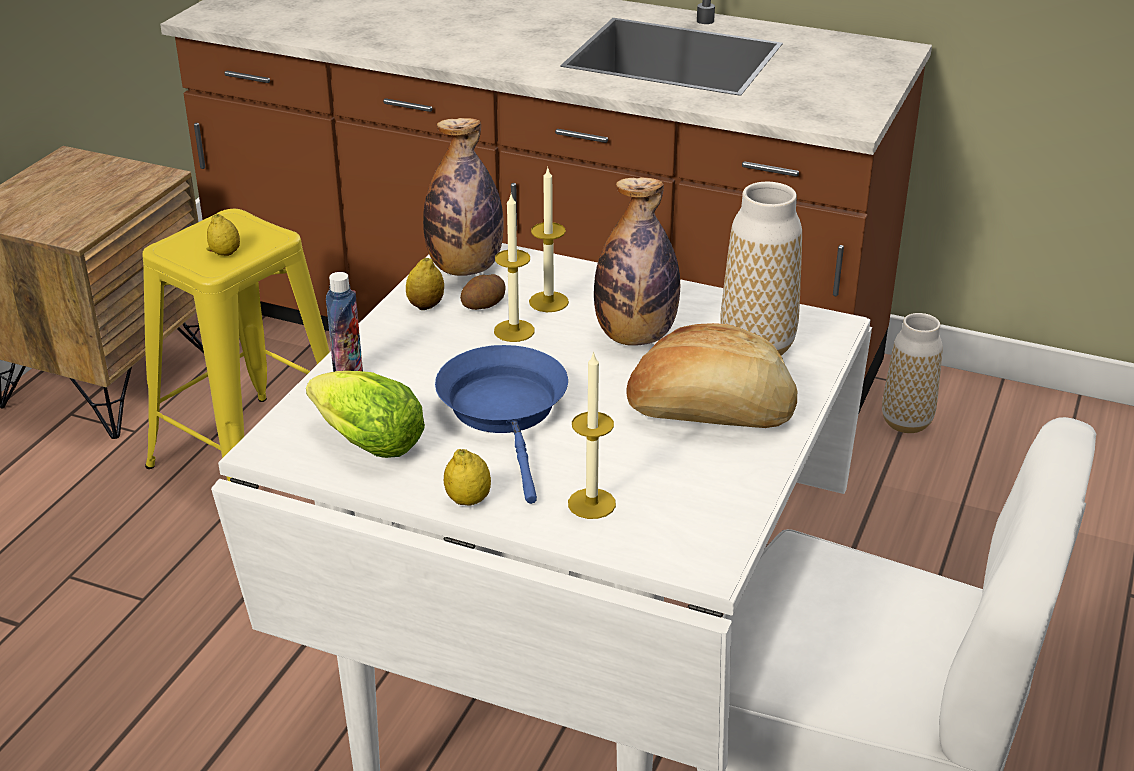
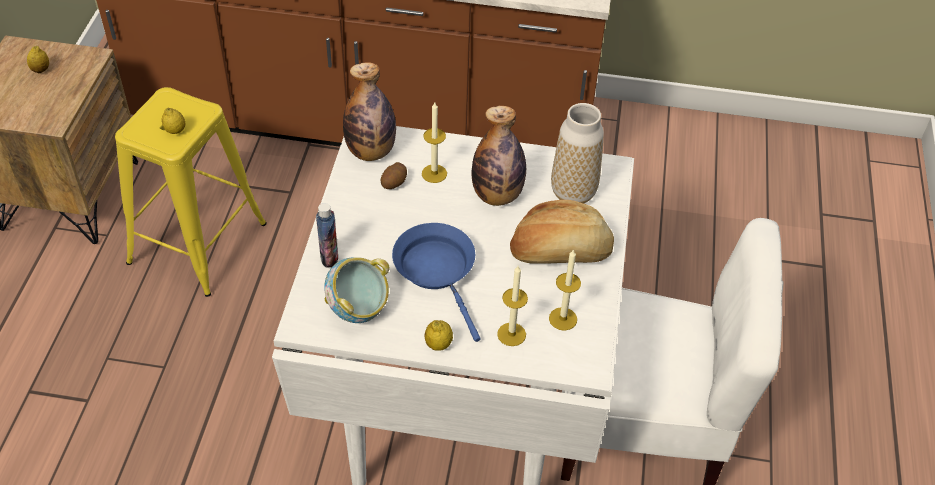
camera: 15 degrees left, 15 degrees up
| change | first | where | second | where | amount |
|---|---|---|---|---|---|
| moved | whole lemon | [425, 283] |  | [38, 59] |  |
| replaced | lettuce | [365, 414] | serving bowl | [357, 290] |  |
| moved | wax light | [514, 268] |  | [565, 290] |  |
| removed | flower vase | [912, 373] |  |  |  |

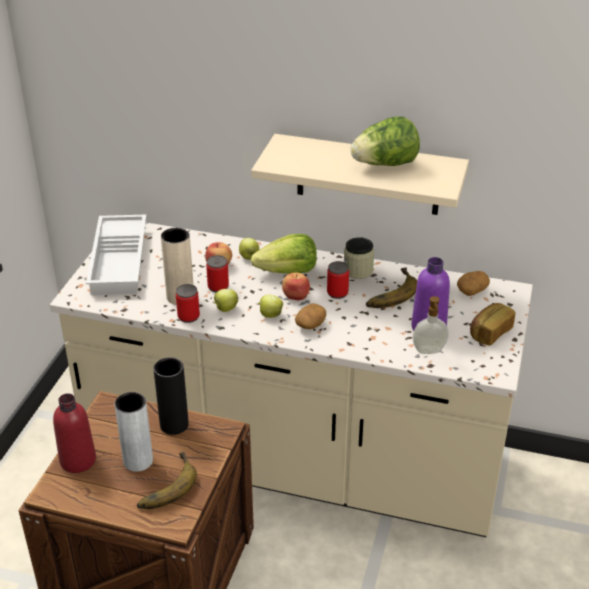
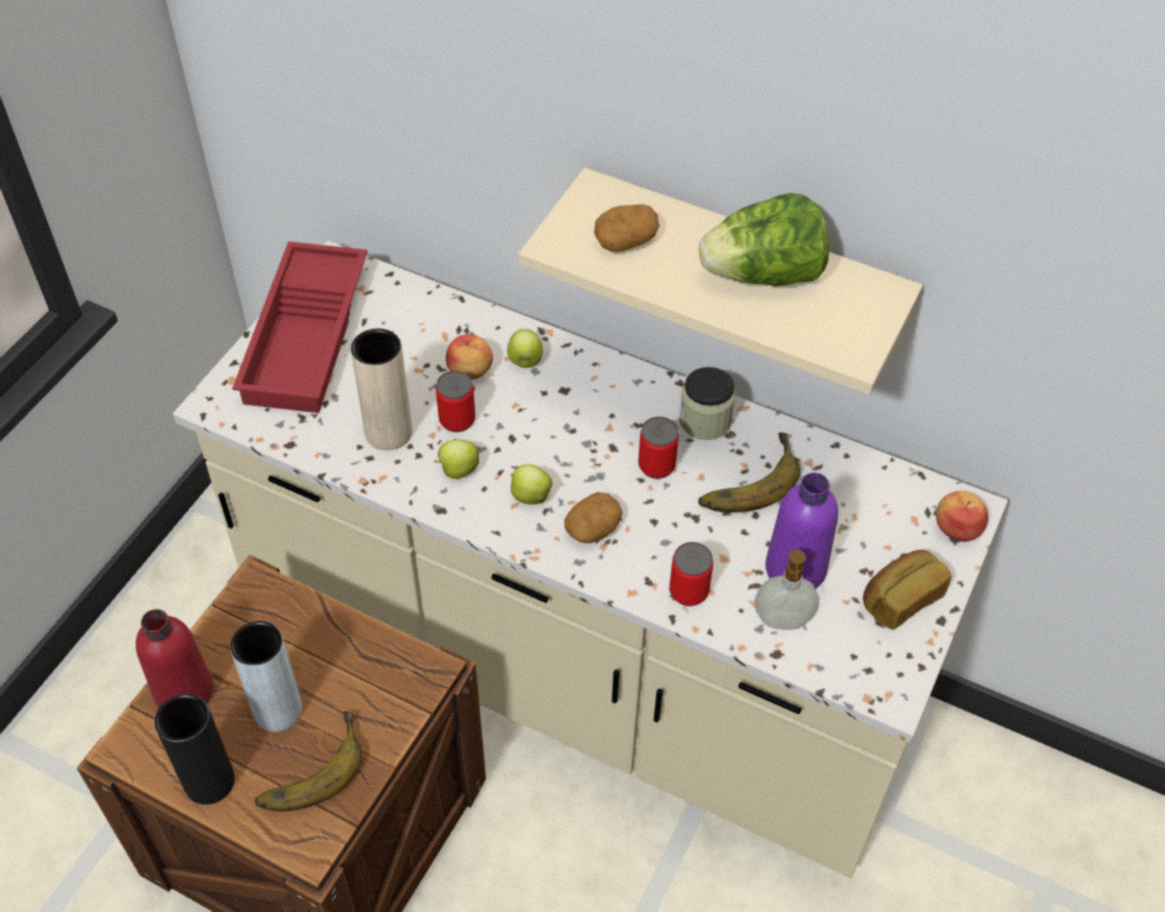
camera: 10 degrees right, 15 degrees up
| change | first | where | second | where | amount |
|---|---|---|---|---|---|
| moved | black flower vase | [171, 396] |  | [194, 749] |  |
| recoloured | white tray | [116, 255] | red-coloured tray | [300, 327] |  |
| moved | spud | [473, 283] |  | [626, 228] |  |
| moved | can | [188, 303] |  | [691, 574] |  |
| moved | apple fruit | [296, 286] |  | [962, 516] |  |
| removed | lettuce | [284, 254] |  |  |  |

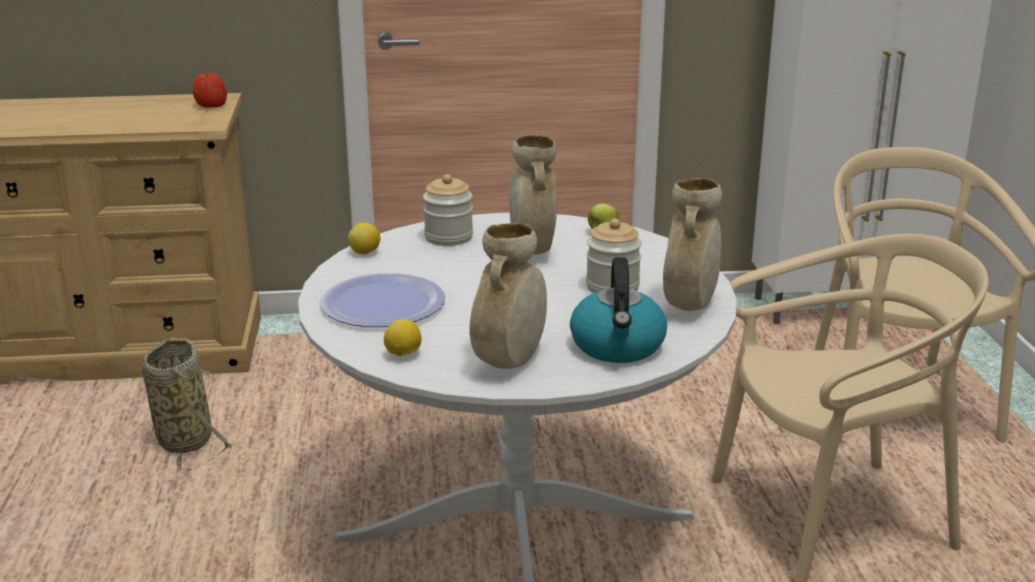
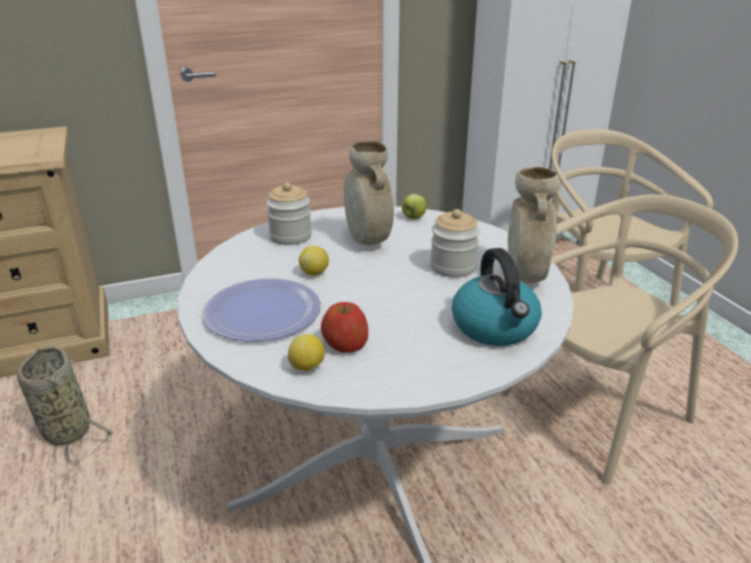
camera: 15 degrees left, 5 degrees up
| change | first | where | second | where | amount |
|---|---|---|---|---|---|
| moved | whole lemon | [364, 238] |  | [314, 261] |  |
| moved | apple fruit | [210, 90] |  | [344, 327] |  |
| removed | sand-coloured flower vase | [508, 296] |  |  |  |

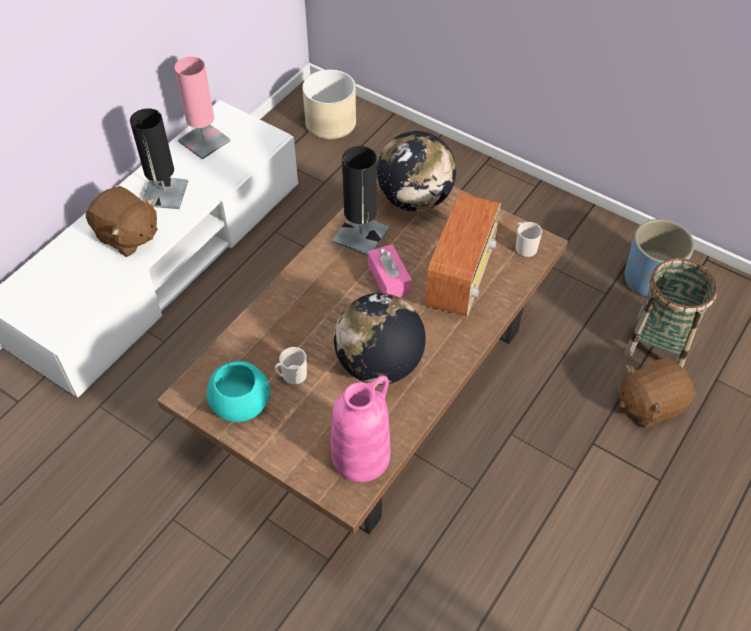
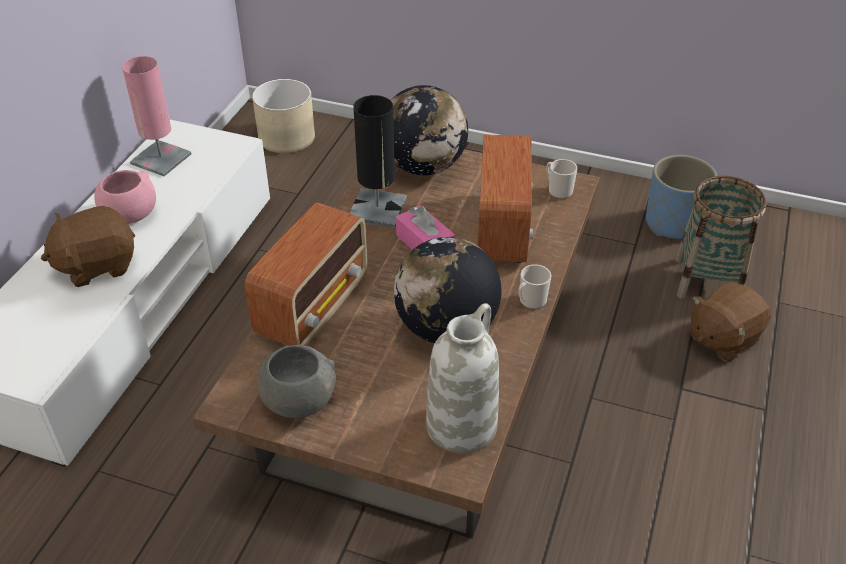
camera: 15 degrees left, 10 degrees down
| change | first | where | second | where | amount |
|---|---|---|---|---|---|
| turned | brown-coloured plush toy | [122, 221] |  | [88, 246] | 135 degrees clockwise |
| replaced | black lamp for a table | [159, 158] | pink serving bowl | [125, 197] |  |
| added |  |  | radio set | [306, 274] |  |
| recoloured | blue-green serving bowl | [238, 391] | grey serving bowl | [297, 381] |  |
| recoloured | pink flower vase | [360, 429] | white flower vase | [462, 378] |  |
| moved | mug | [291, 366] |  | [534, 286] |  |

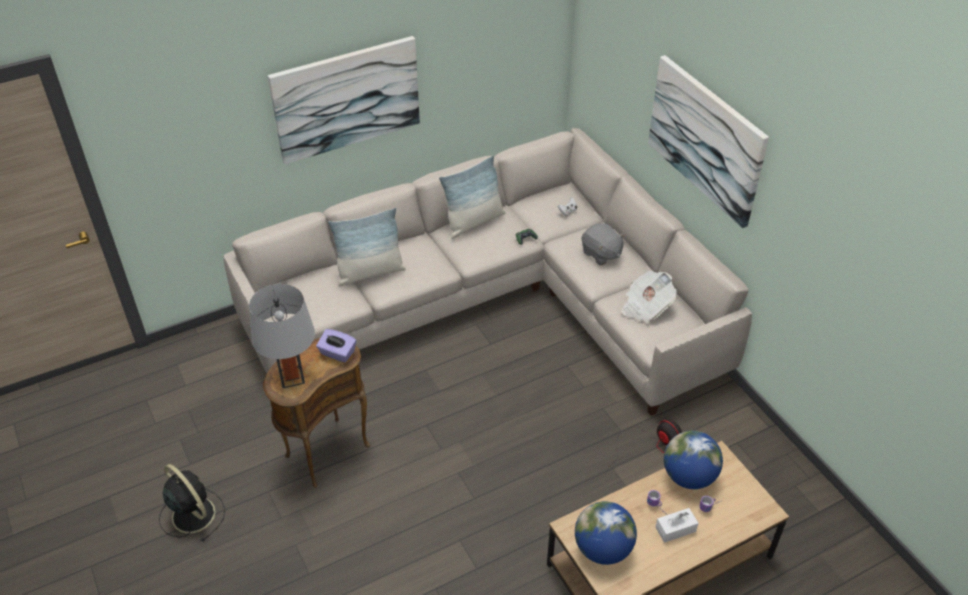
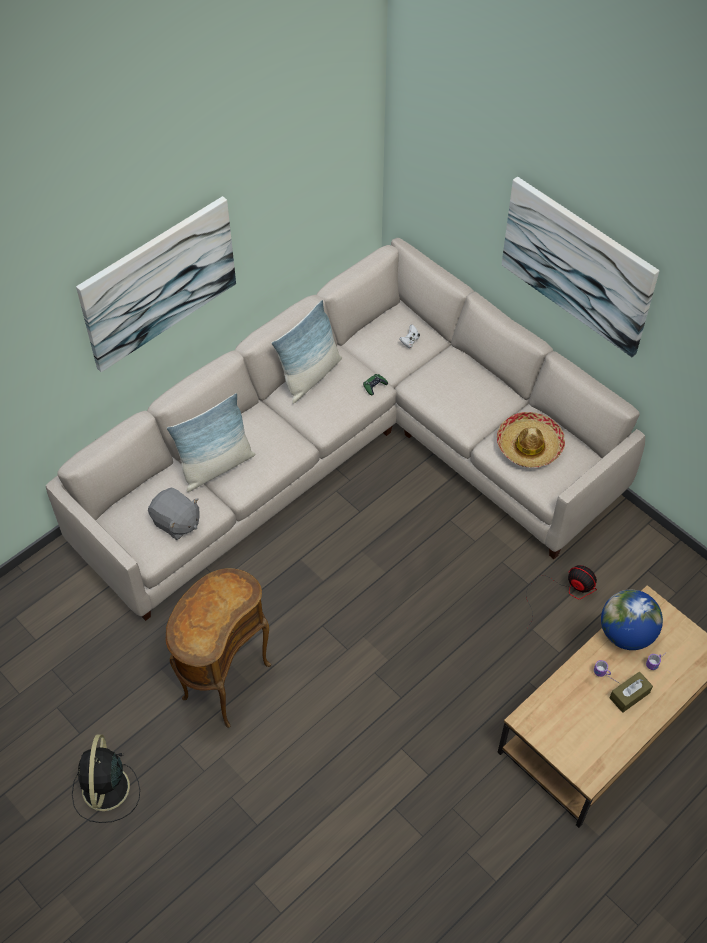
camera: 15 degrees left, 10 degrees up
| change | first | where | second | where | amount |
|---|---|---|---|---|---|
| turned | black electric fan | [192, 503] |  | [106, 778] | 120 degrees counterclockwise |
| moved | grey plush toy | [603, 244] |  | [174, 514] |  |
| replaced | daily paper | [649, 297] | hat | [531, 439] |  |
| recoloured | white box of tissues | [676, 525] | brown-coloured box of tissues | [631, 692] |  |
| removed | grey lamp for a table | [282, 336] |  |  |  |
| removed | purple box of tissues | [336, 346] |  |  |  |
| removed | world globe | [606, 533] |  |  |  |

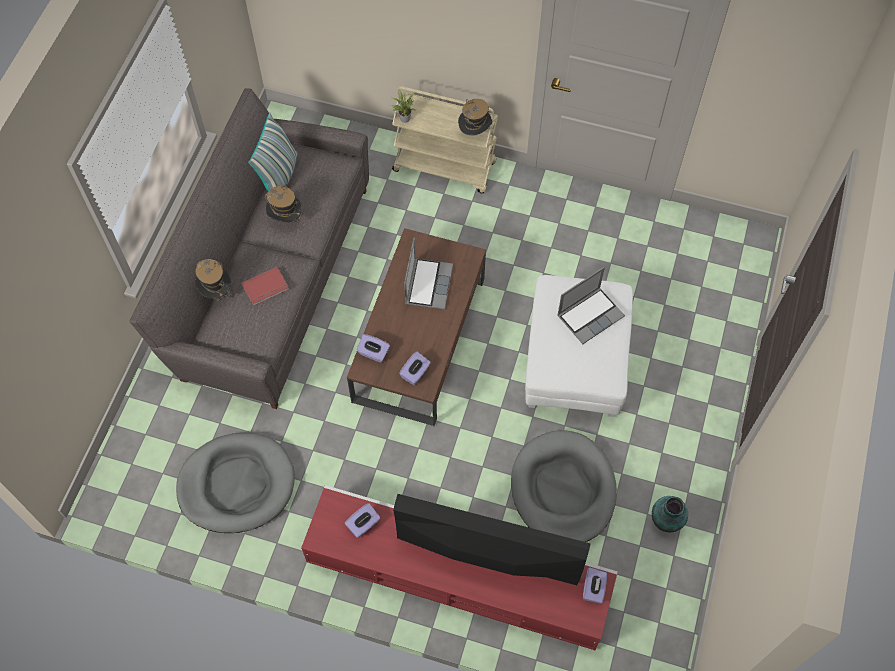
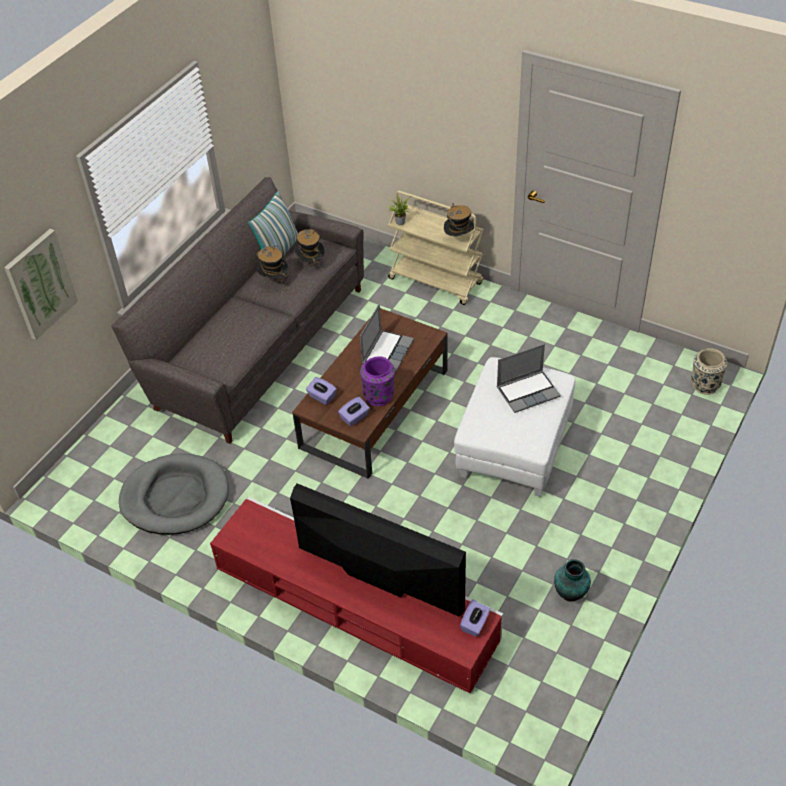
camera: 15 degrees right, 15 degrees down
| change | first | where | second | where | amount |
|---|---|---|---|---|---|
| added |  |  | picture | [41, 284] |  |
| moved | hat | [213, 280] |  | [310, 248] |  |
| added |  |  | purple flower vase | [377, 381] |  |
| added |  |  | sand-coloured flower vase | [709, 371] |  |
| removed | red-coloured bound book | [265, 286] |  |  |  |
| removed | purple box of tissues | [362, 520] |  |  |  |
| removed | grey pet bed | [564, 486] |  |  |  |

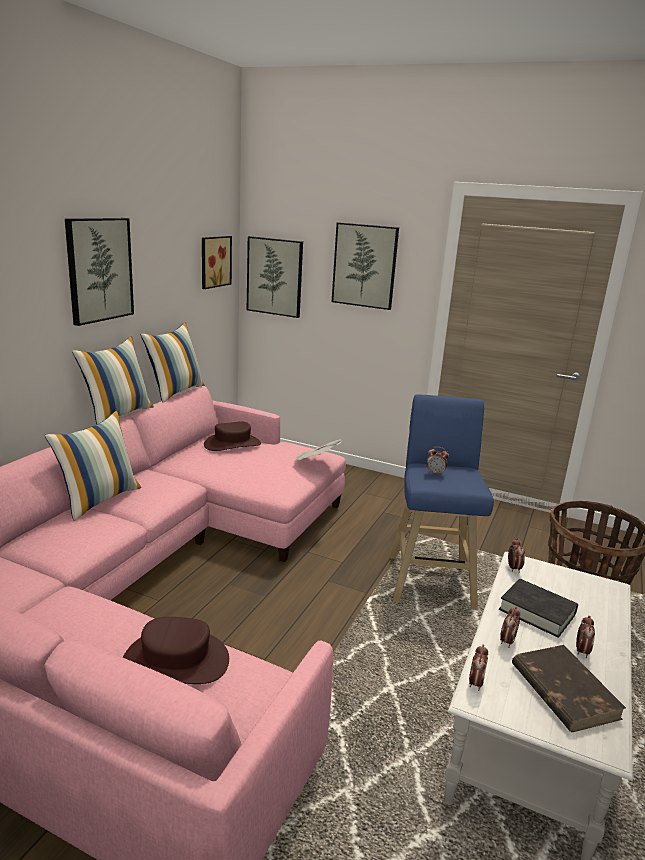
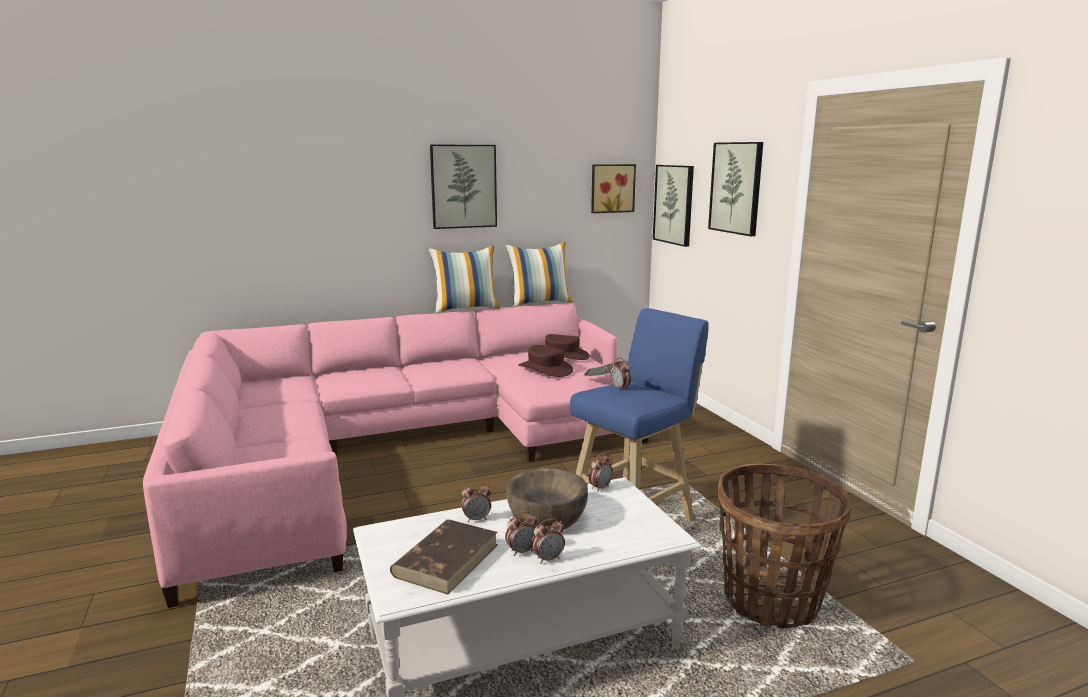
camera: 45 degrees right, 5 degrees down
| change | first | where | second | where | amount |
|---|---|---|---|---|---|
| replaced | black bound book | [538, 608] | brown-coloured serving bowl | [547, 498] |  |
| moved | brown-coloured hat | [176, 650] |  | [546, 361] |  |
| moved | table clock | [478, 668] |  | [548, 540] |  |
| removed | throw pillow | [93, 466] |  |  |  |

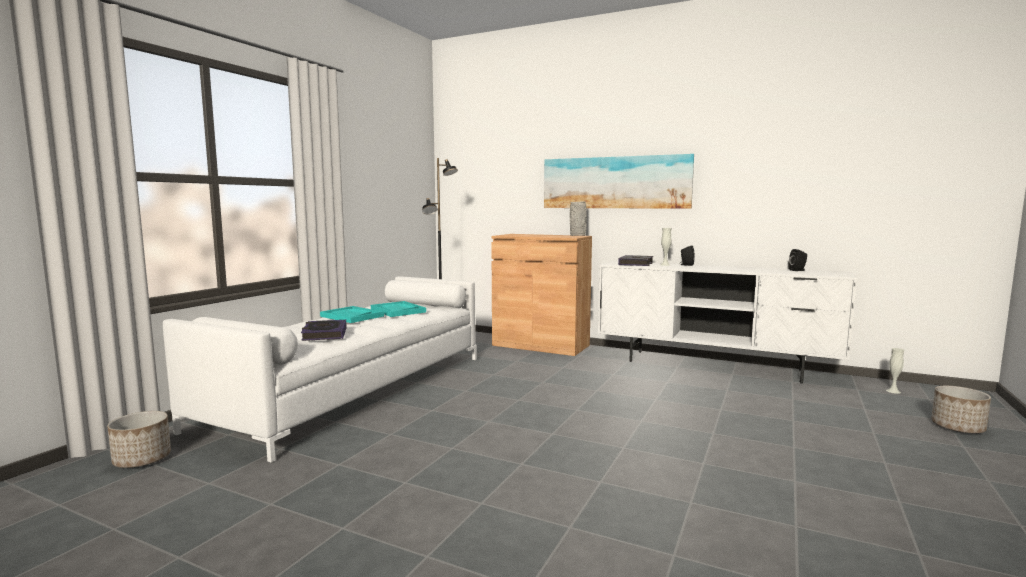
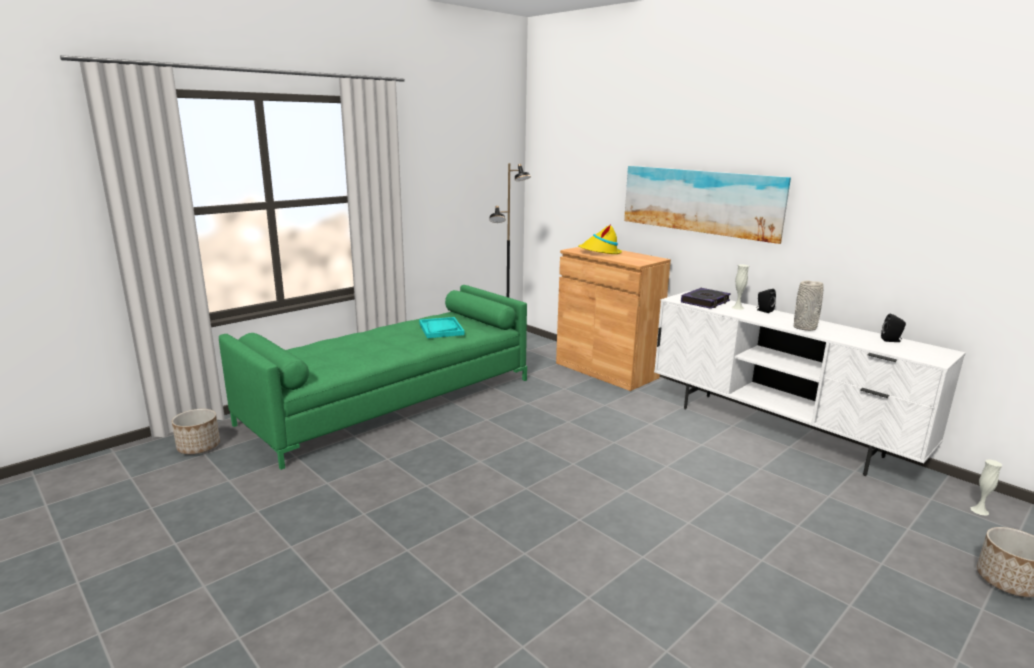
camera: 20 degrees right, 10 degrees up
| change | first | where | second | where | amount |
|---|---|---|---|---|---|
| recoloured | white sofa | [320, 369] | greenish sofa | [373, 377] |  |
| added |  |  | yellow-coloured hat | [600, 239] |  |
| moved | grey flower vase | [578, 218] |  | [809, 306] |  |
| removed | bound book | [324, 330] |  |  |  |
| removed | blue-green tray | [352, 314] |  |  |  |

